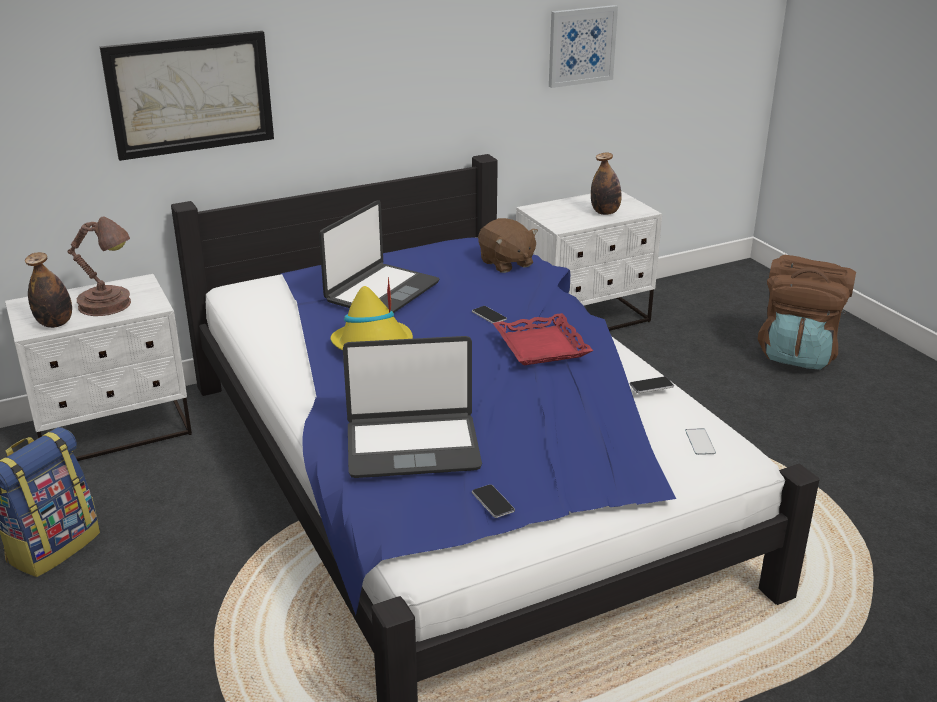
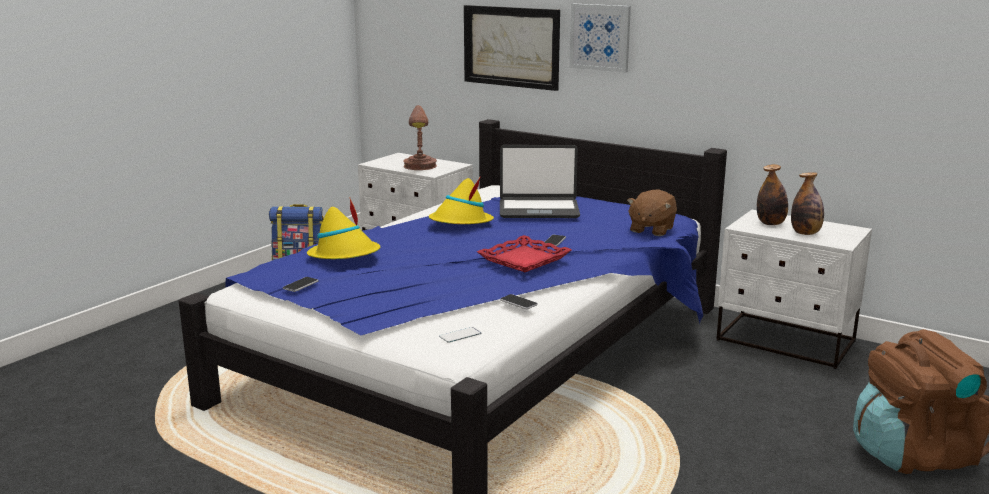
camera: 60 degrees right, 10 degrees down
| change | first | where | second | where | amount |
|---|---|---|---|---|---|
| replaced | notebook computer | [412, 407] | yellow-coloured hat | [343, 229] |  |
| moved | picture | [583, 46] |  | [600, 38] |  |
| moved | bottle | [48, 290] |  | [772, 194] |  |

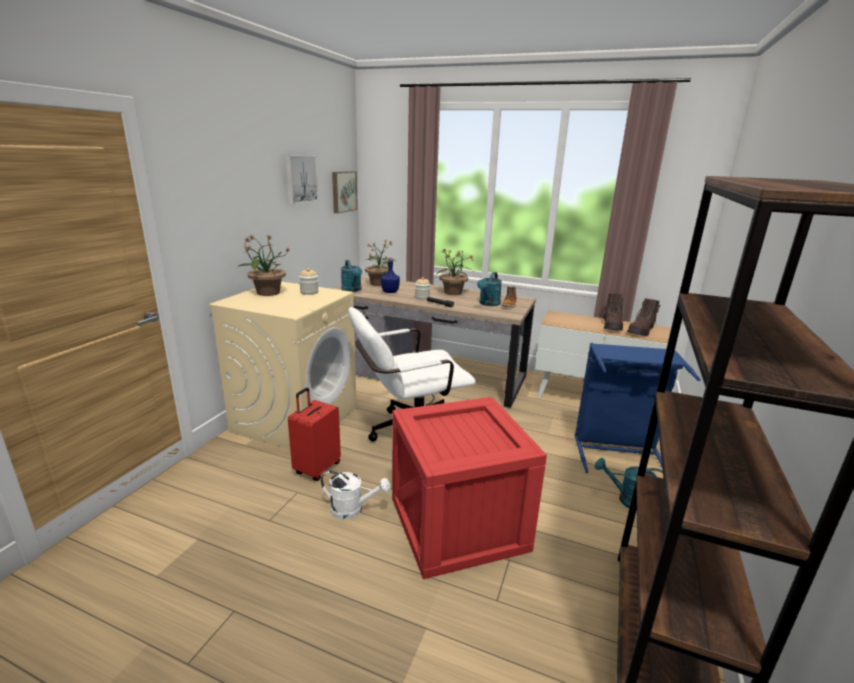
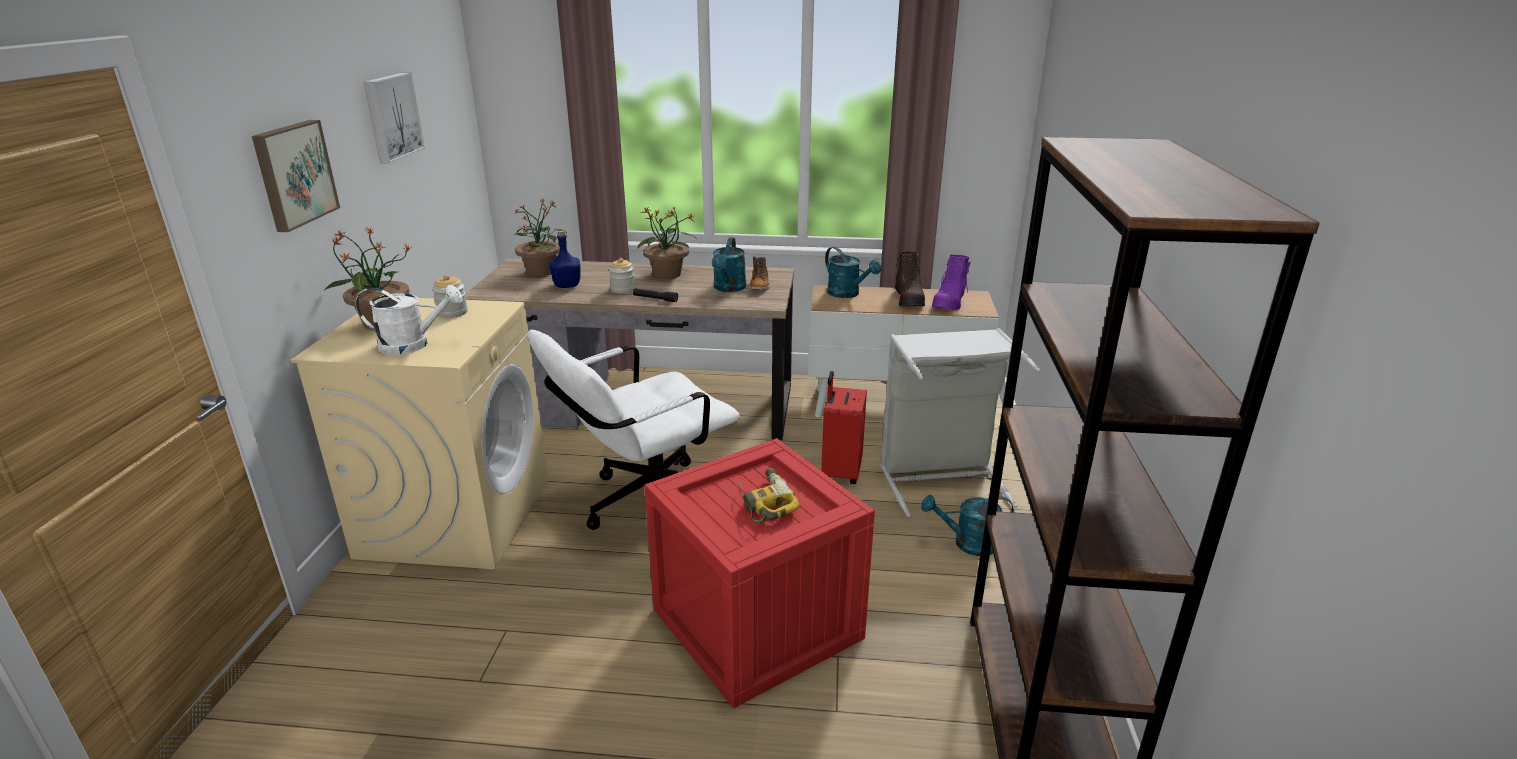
camera: 15 degrees left, 5 degrees up
| change | first | where | second | where | amount |
|---|---|---|---|---|---|
| moved | picture | [344, 192] |  | [296, 176] |  |
| moved | white watering pot | [355, 495] |  | [409, 320] |  |
| added |  |  | electric drill | [769, 495] |  |
| moved | red-coloured piece of luggage | [314, 434] |  | [844, 427] |  |
| moved | blue-green watering pot | [351, 276] |  | [853, 272] |  |
| recoloured | blue hamper | [638, 408] | grey hamper | [960, 422] |  |
| recoloured | brown-coloured high-top boot | [644, 317] | purple high-top boot | [951, 283] |  |

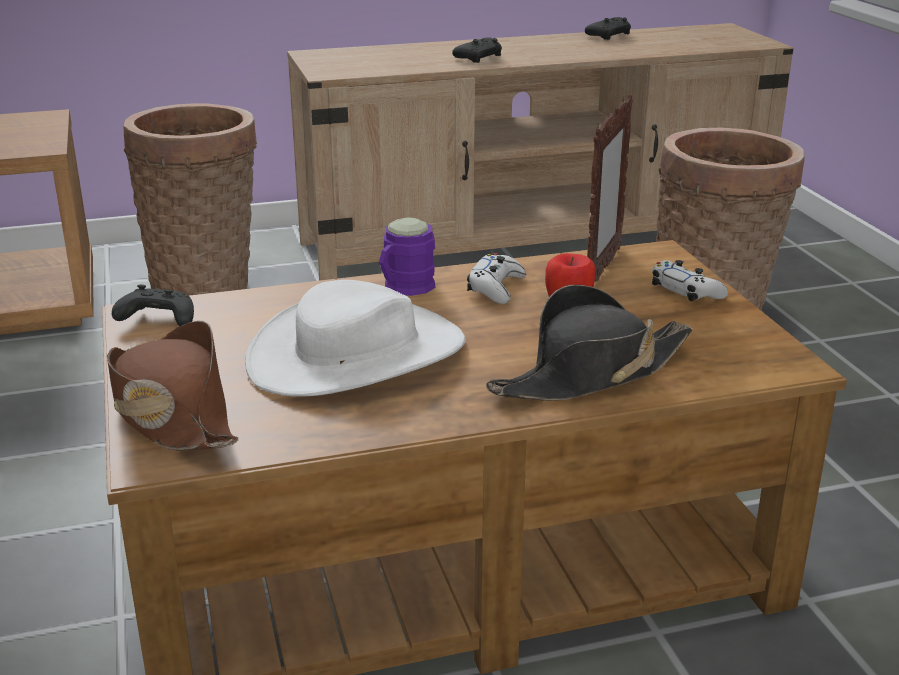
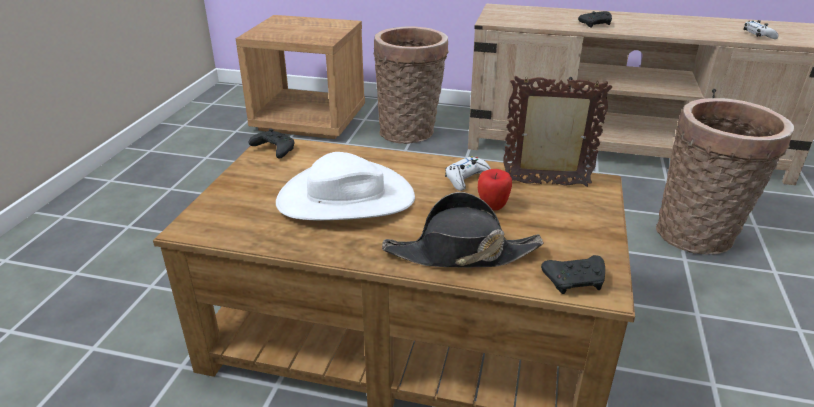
camera: 30 degrees right, 5 degrees up
| change | first | where | second | where | amount |
|---|---|---|---|---|---|
| turned | standing frame | [610, 187] |  | [557, 131] | 135 degrees counterclockwise |
| moved | black game controller | [608, 28] |  | [573, 274] |  |
| moved | white game controller | [690, 280] |  | [760, 29] |  |
| removed | brown-coloured hat | [173, 385] |  |  |  |
| removed | purple mug | [407, 256] |  |  |  |

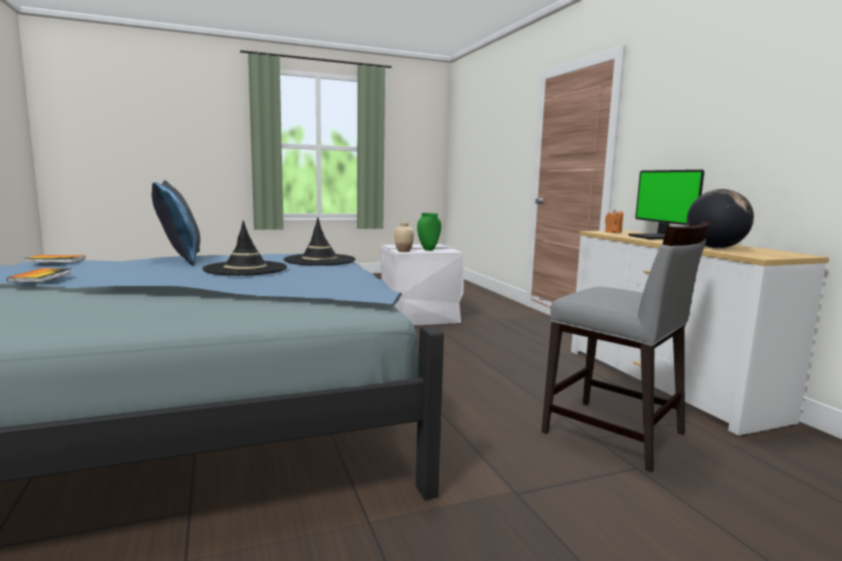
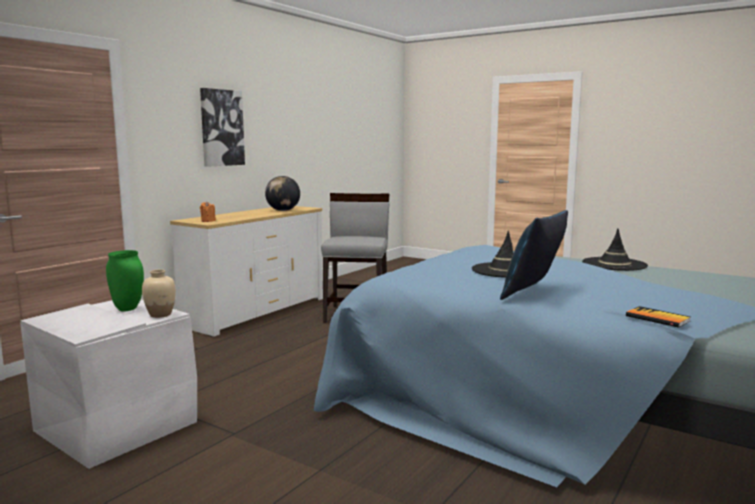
camera: 125 degrees left, 0 degrees up
| change | first | where | second | where | amount |
|---|---|---|---|---|---|
| added |  |  | picture | [222, 127] |  |
| moved | black hat | [320, 241] |  | [615, 250] |  |
| removed | bound book | [39, 275] |  |  |  |
| removed | computer display | [666, 204] |  |  |  |

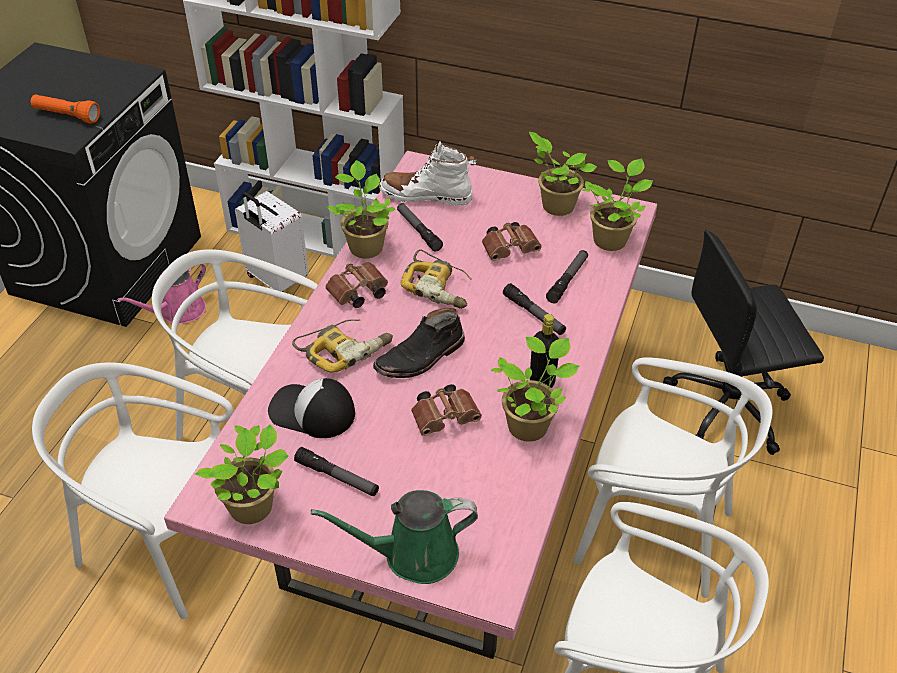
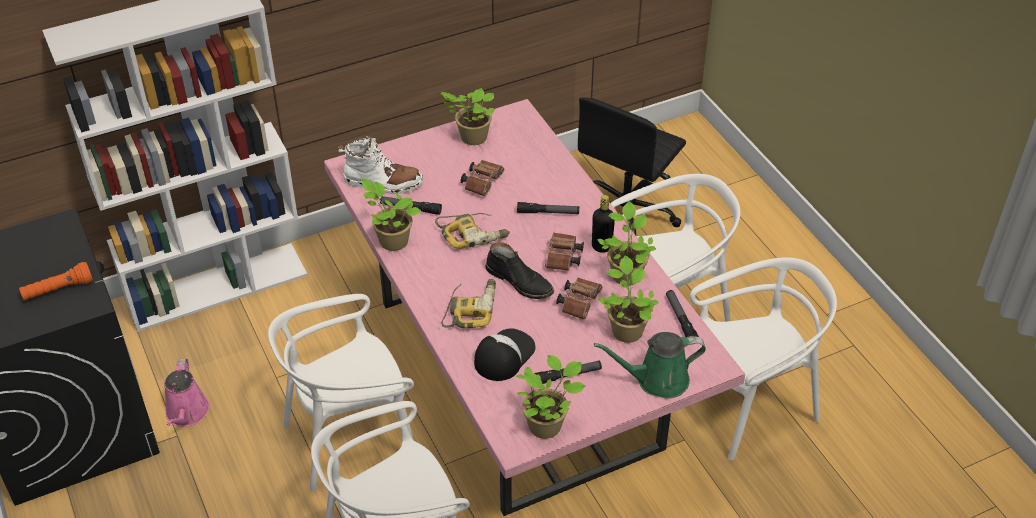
camera: 45 degrees left, 0 degrees up
| change | first | where | second | where | amount |
|---|---|---|---|---|---|
| turned | white high-top boot | [427, 173] |  | [380, 165] | 135 degrees counterclockwise |
| turned | cap | [311, 408] |  | [504, 354] | 150 degrees clockwise |
| turned | black high-top boot | [419, 343] |  | [519, 270] | 60 degrees counterclockwise |
| moved | brown-coloured pair of binoculars | [356, 285] |  | [564, 251] |  |
| turned | greenish watering pot | [394, 537] |  | [650, 365] | 45 degrees clockwise |
| moved | potted plant | [617, 205] |  | [628, 299] |  |
| moved | hand torch | [567, 276] |  | [682, 317] |  |
| removed | white piece of luggage | [272, 241] |  |  |  |

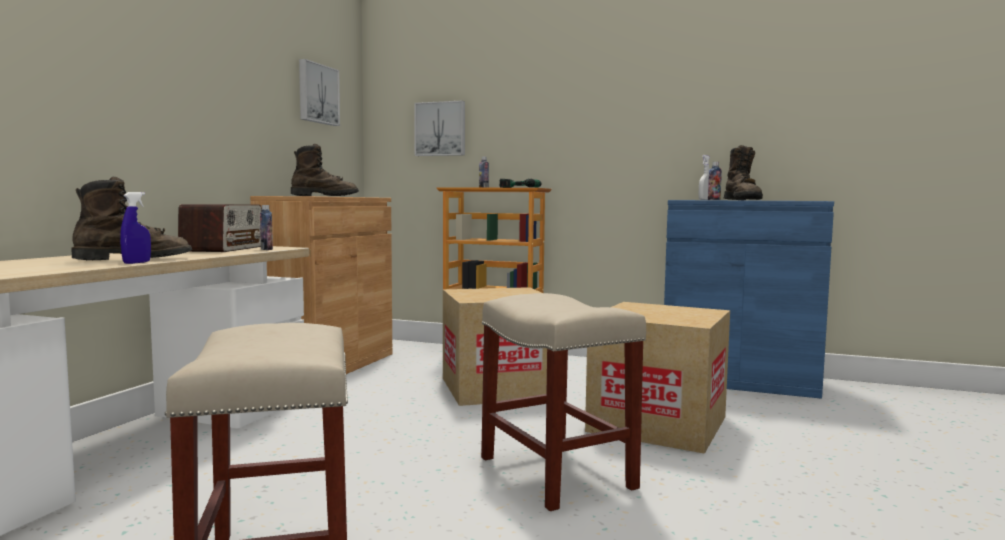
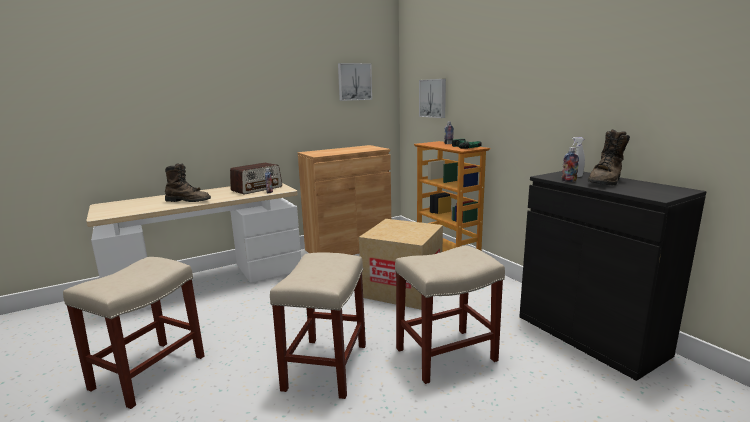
camera: 40 degrees right, 10 degrees up
| change | first | where | second | where | amount |
|---|---|---|---|---|---|
| replaced | packing box | [657, 378] | sand-coloured stool seat | [450, 314] |  |
| recoloured | blue cupboard | [749, 299] | black cupboard | [613, 276] |  |
| removed | blue sprayer | [135, 228] |  |  |  |
| removed | brown-coloured high-top boot | [325, 170] |  |  |  |

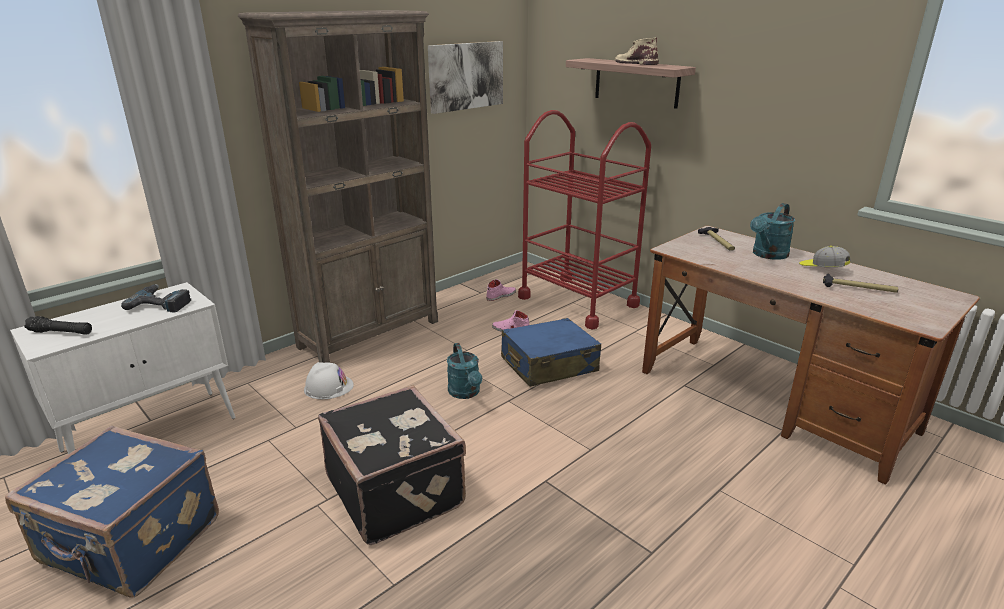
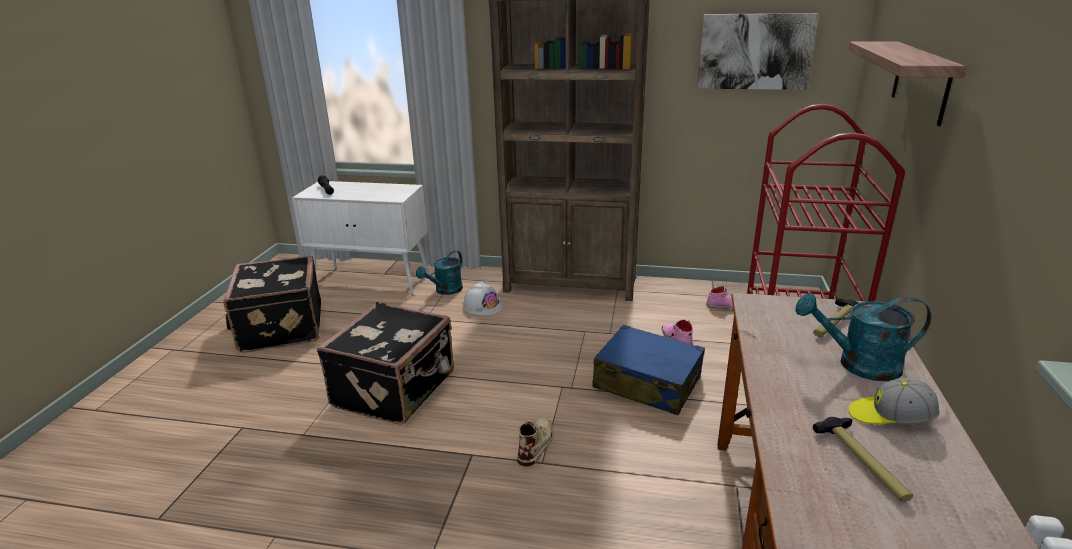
camera: 55 degrees right, 0 degrees up
| change | first | where | second | where | amount |
|---|---|---|---|---|---|
| recoloured | blue piece of luggage | [112, 512] | black piece of luggage | [272, 304] |  |
| moved | blue-green watering pot | [464, 371] |  | [439, 272] |  |
| moved | sand-coloured high-top boot | [637, 51] |  | [535, 441] |  |
| turned | cap | [825, 256] |  | [894, 401] | 90 degrees counterclockwise |
| removed | electric drill | [156, 298] |  |  |  |

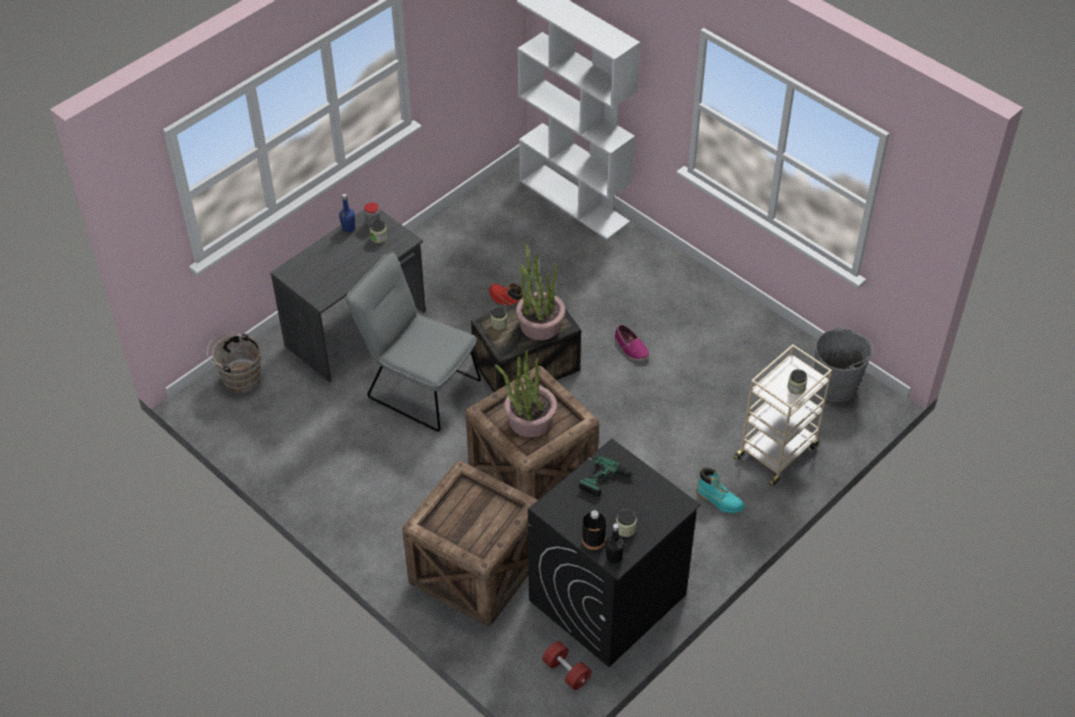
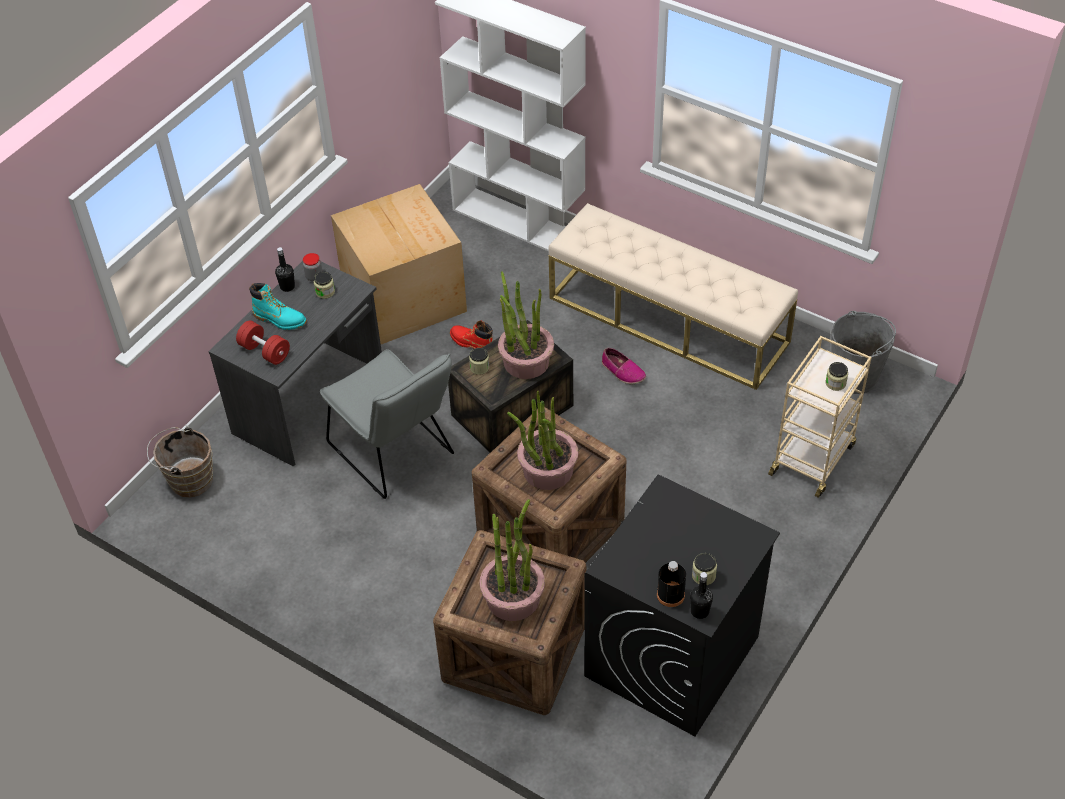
camera: 10 degrees left, 0 degrees up
| change | first | where | second | where | amount |
|---|---|---|---|---|---|
| moved | red-coloured free weight | [567, 665] |  | [263, 342] |  |
| moved | blue-green high-top boot | [720, 490] |  | [278, 306] |  |
| recoloured | blue bottle | [347, 213] | black bottle | [285, 269] |  |
| turned | grey chair | [413, 341] |  | [387, 424] | 150 degrees counterclockwise |
| added |  |  | packing box | [399, 264] |  |
| added |  |  | potted plant | [512, 560] |  |
| added |  |  | sand-coloured indoor bench | [673, 296] |  |
| removed | electric drill | [609, 476] |  |  |  |

